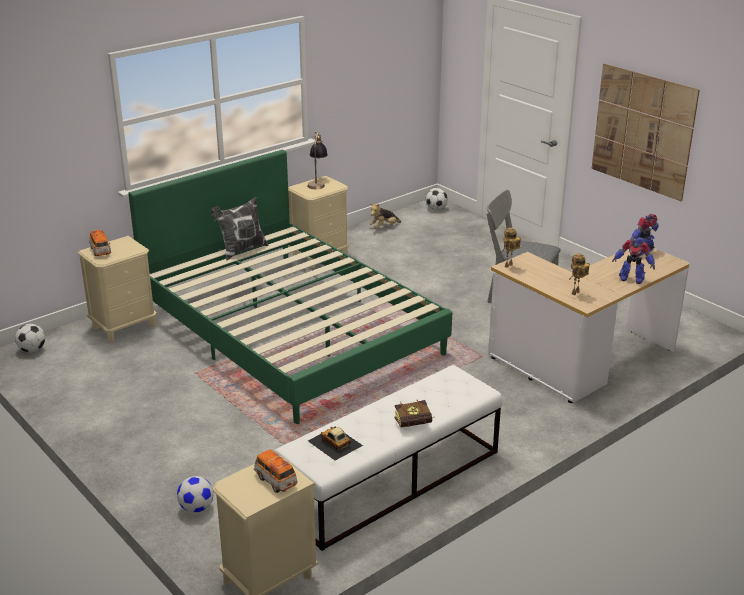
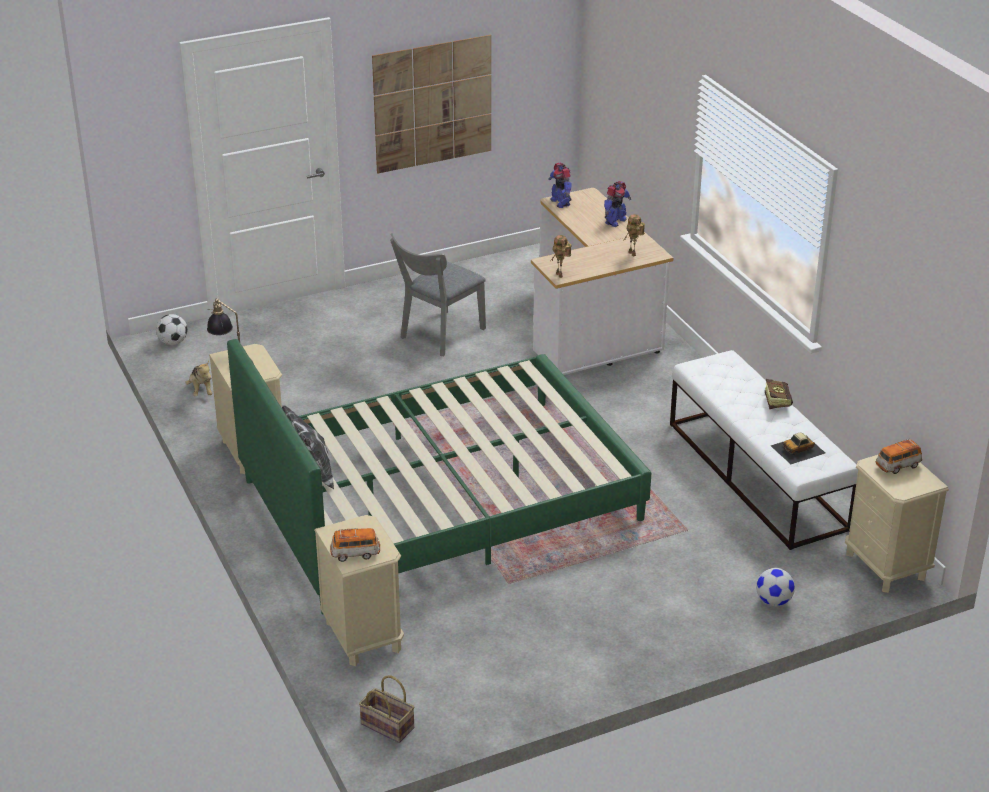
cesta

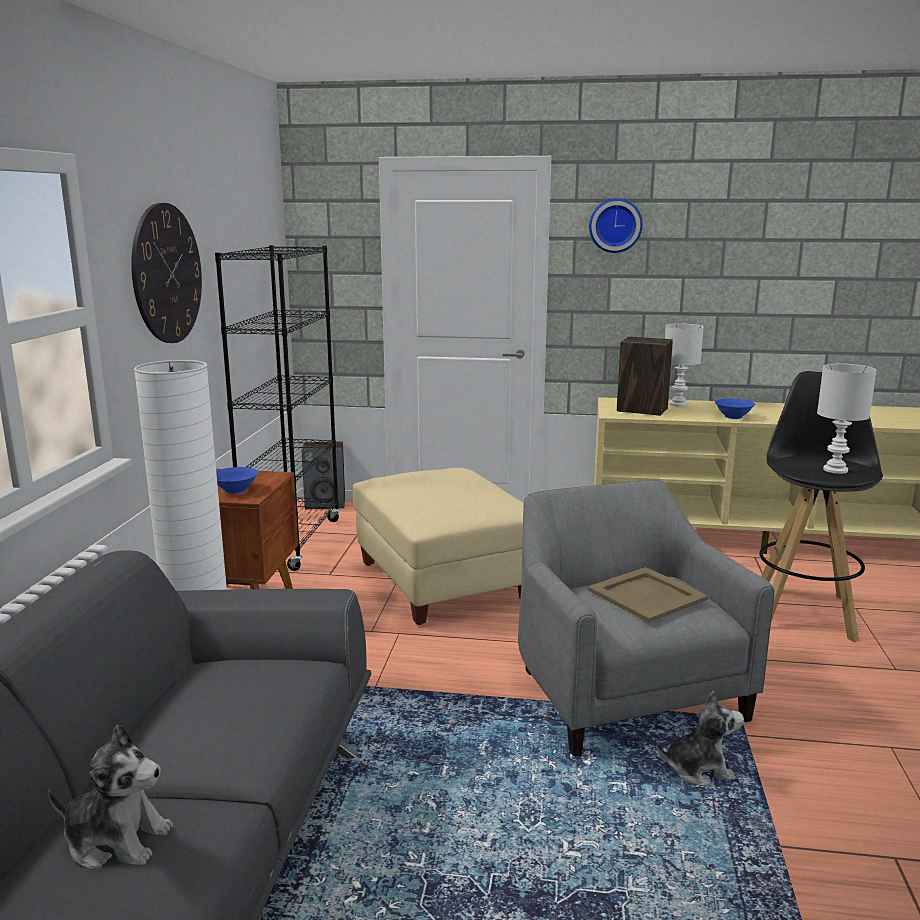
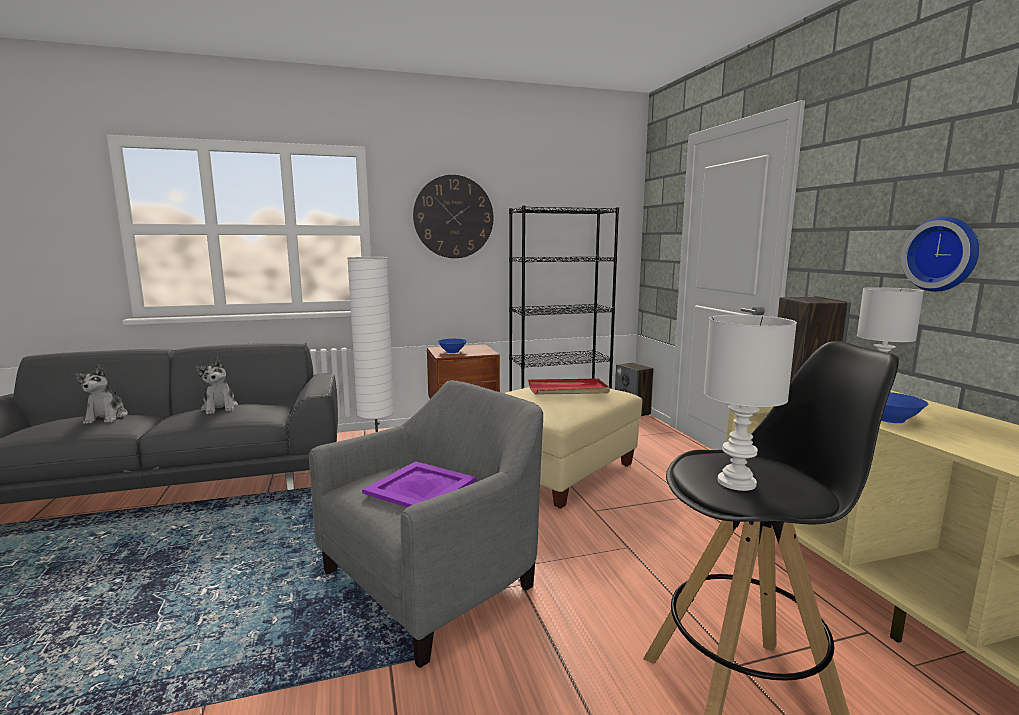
peluche (no. 2 from left)
bandeja (morado)
bandeja (rojo)
reloj de pared (no. 2 from left)

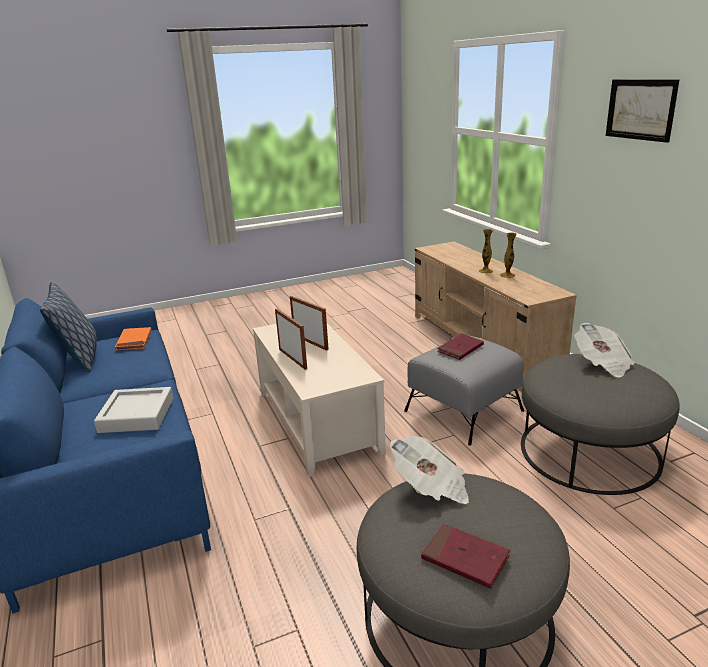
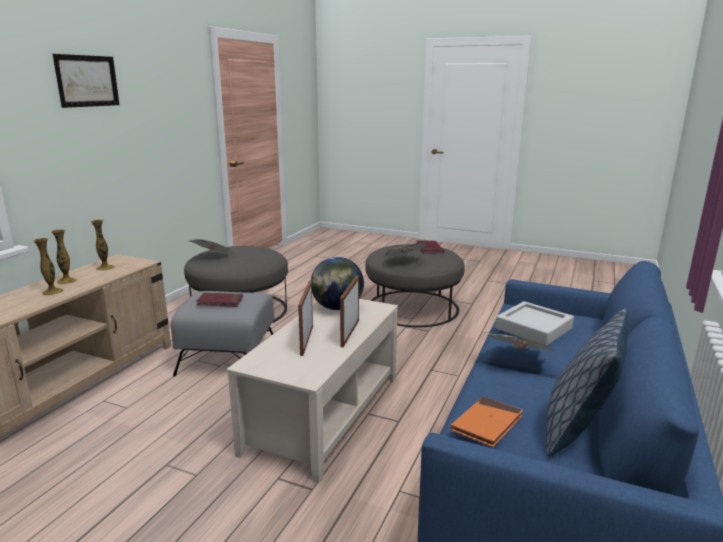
florero (no. 3 from left)
globo terráqueo
periódico (no. 3 from left)

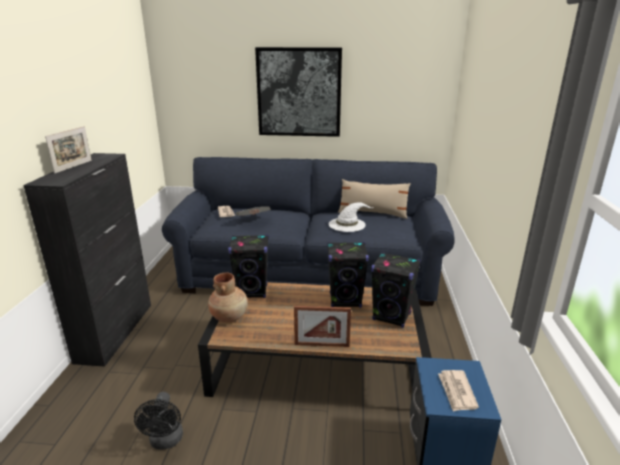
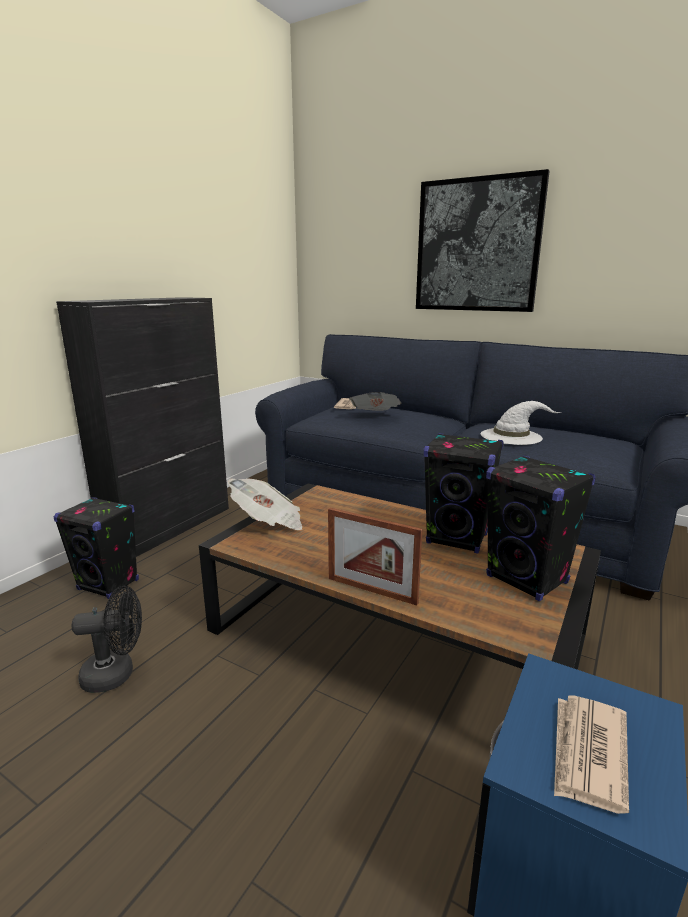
altavoz (negro) (no. 1 from left)
ventilador (negro)
periódico (no. 1 from left)
portarretratos (no. 1 from left in the first image)
cojín (beis)

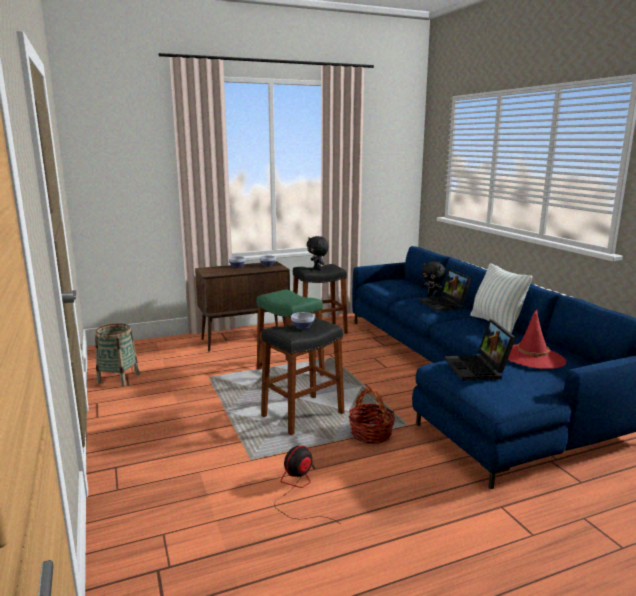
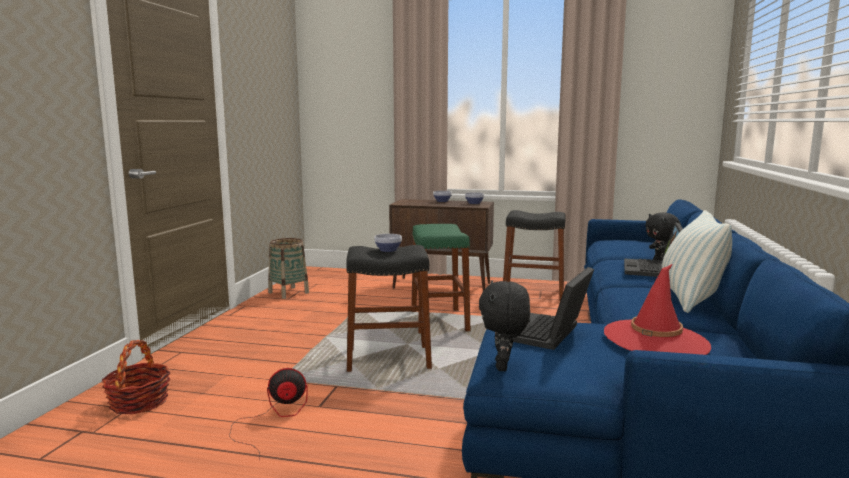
cesta (no. 1 from left)
peluche (negro) (no. 1 from left)

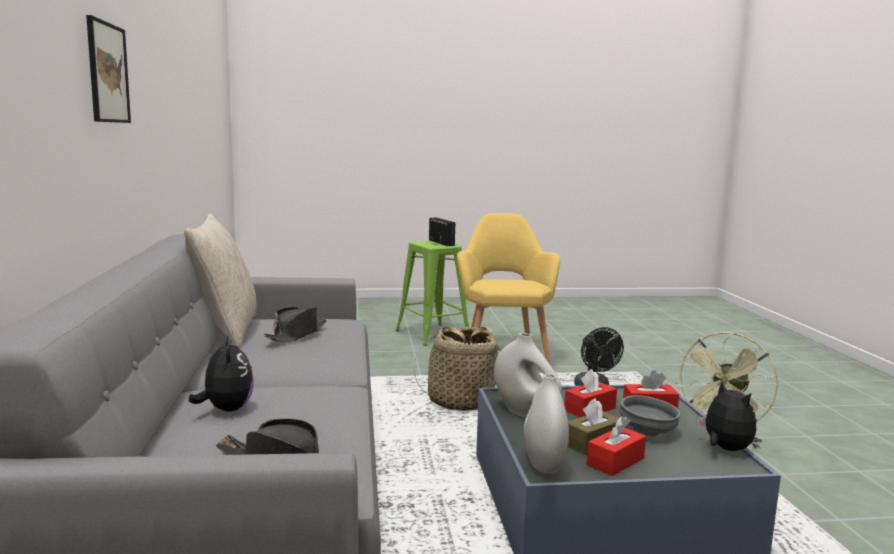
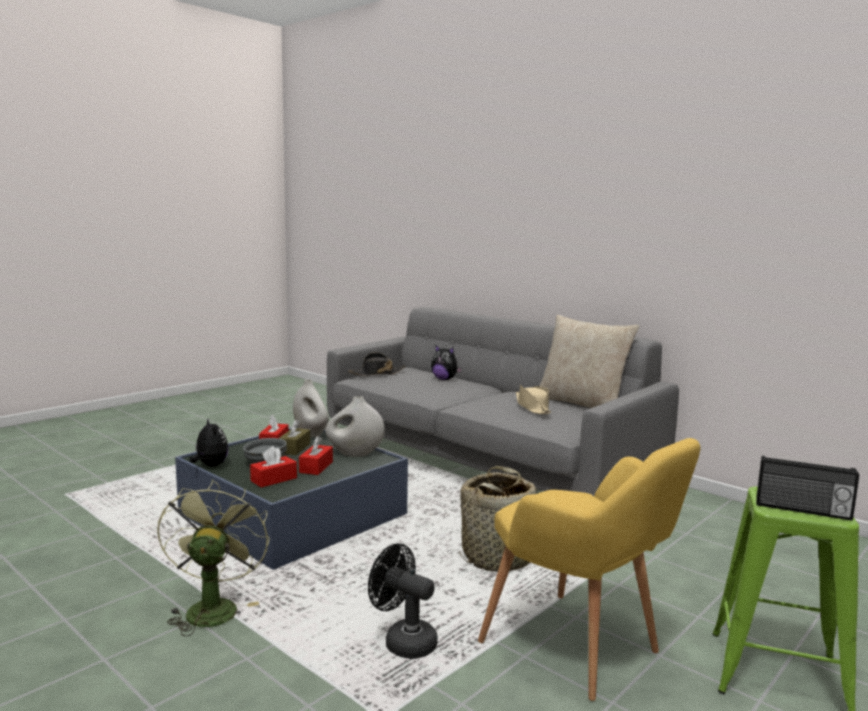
peluche (no. 1 from left)
sombrero (beis)
cuadro

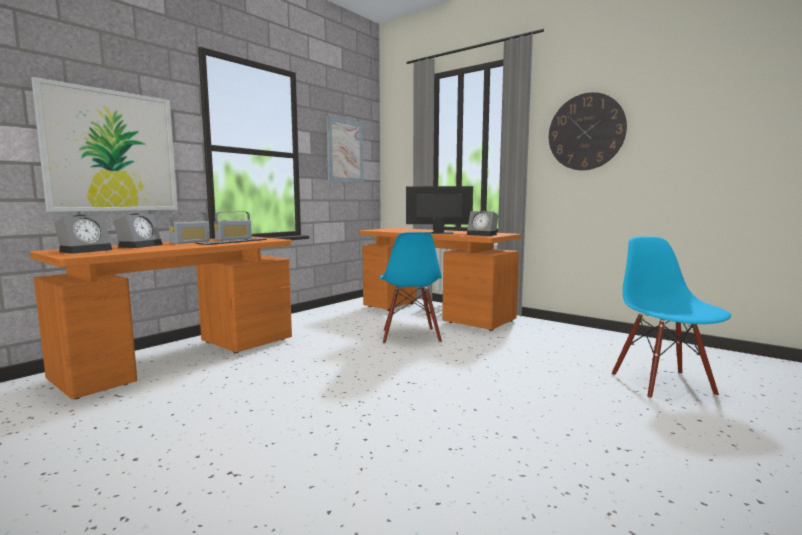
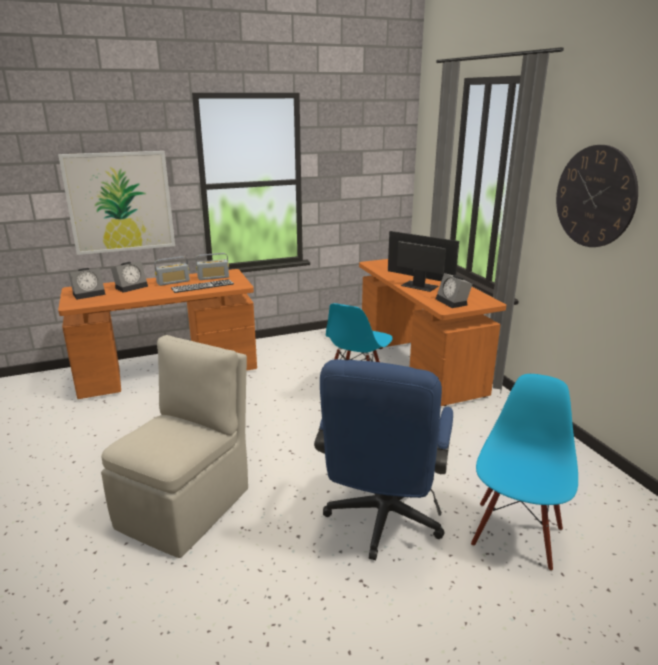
silla (beis)
silla de oficina (azul)
cuadro (no. 2 from left in the first image)

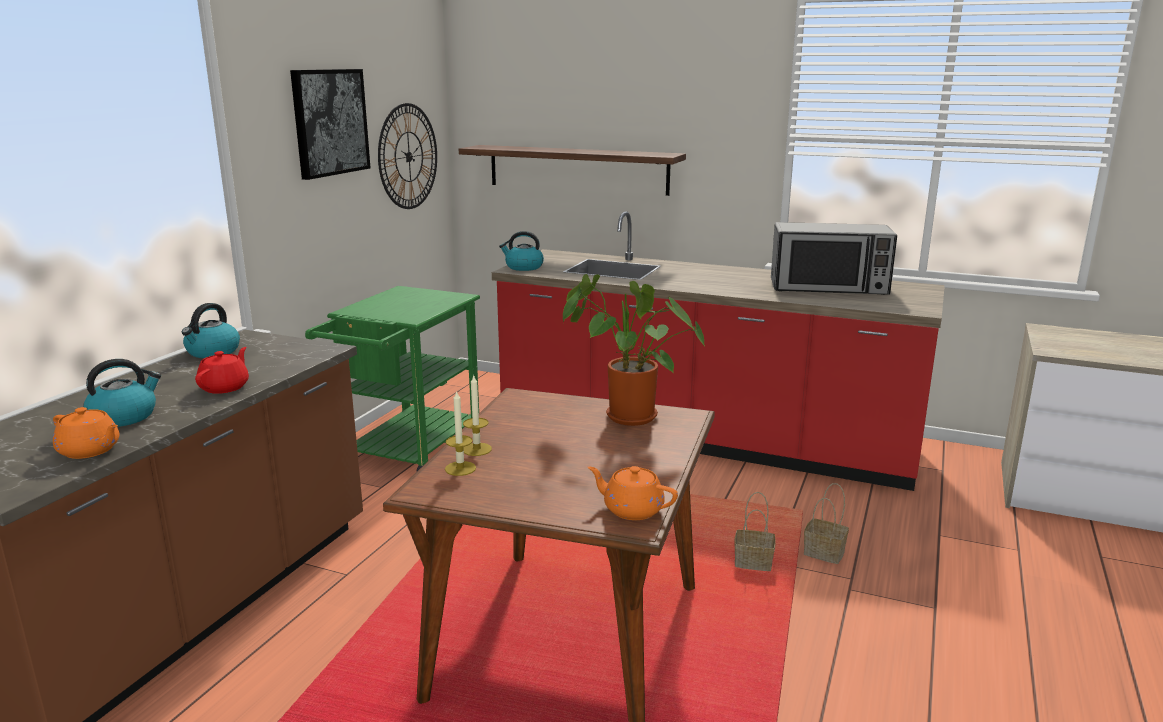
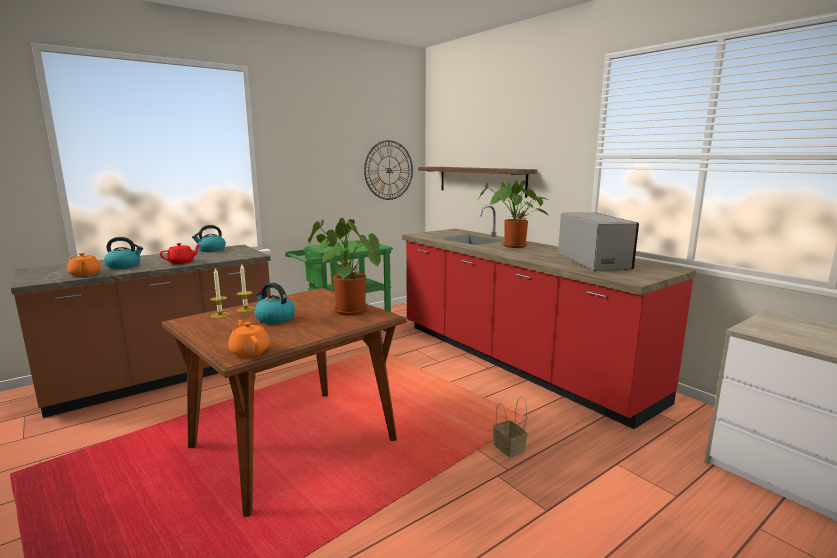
hervidor (no. 3 from left)
planta en maceta (no. 2 from left)
microondas
cuadro
cesta (no. 1 from left in the first image)

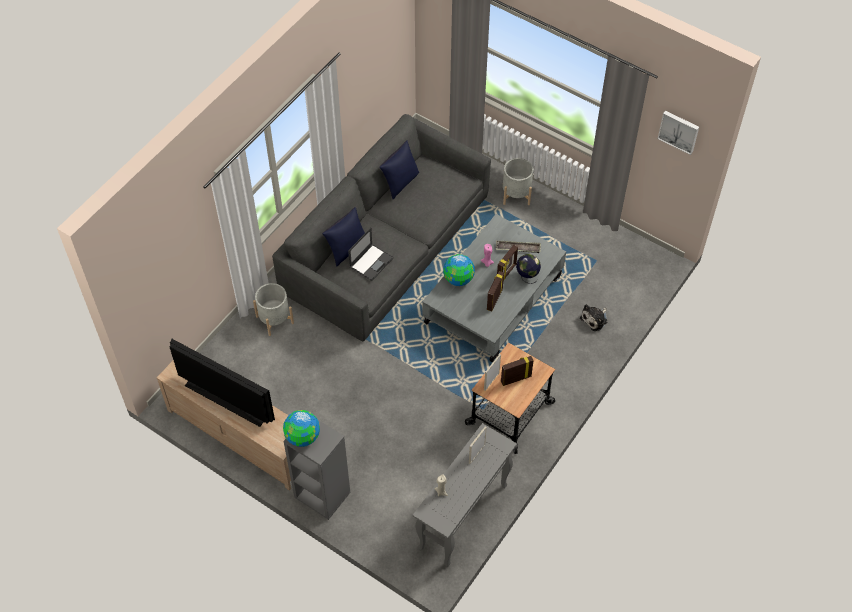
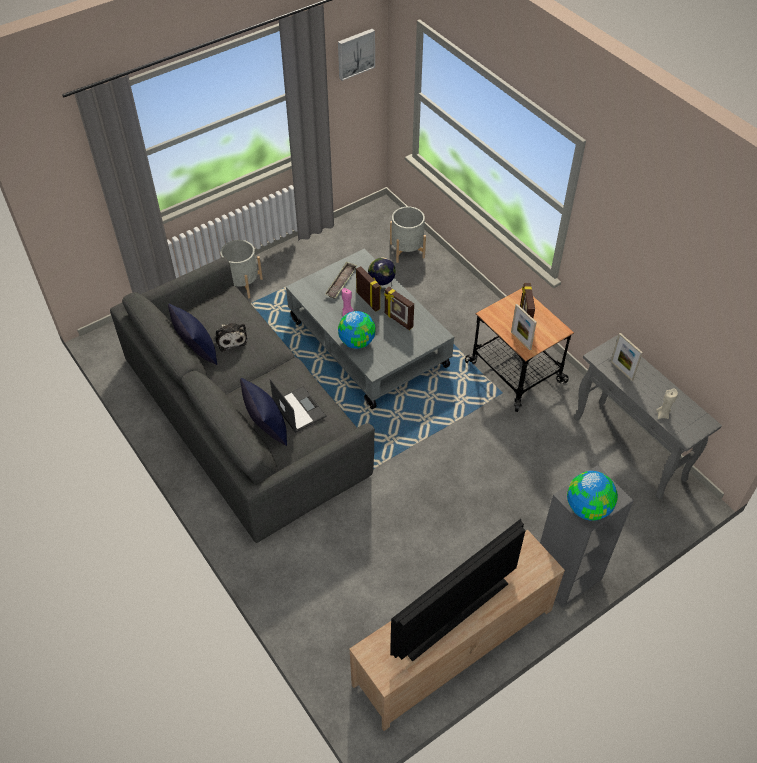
peluche
maceta (gris) (no. 2 from left)

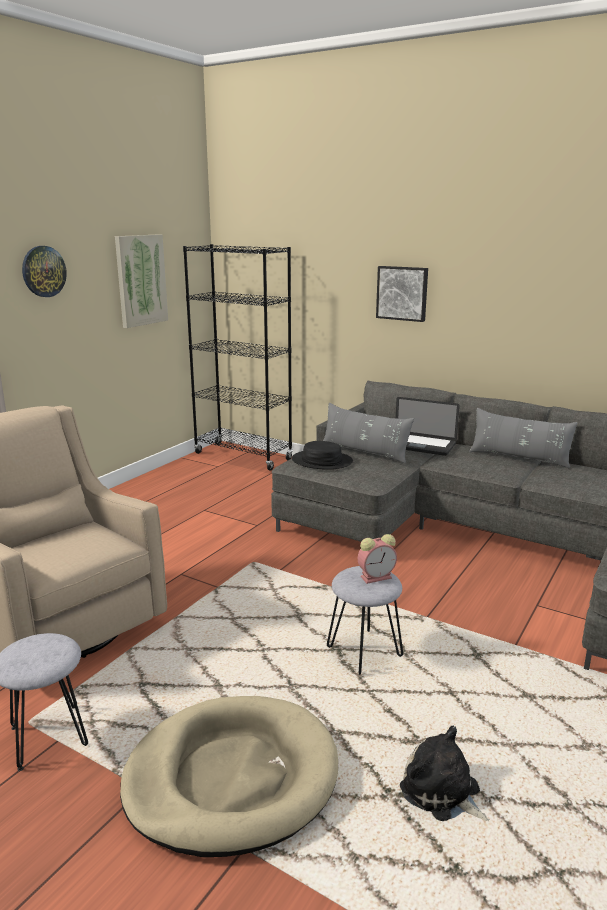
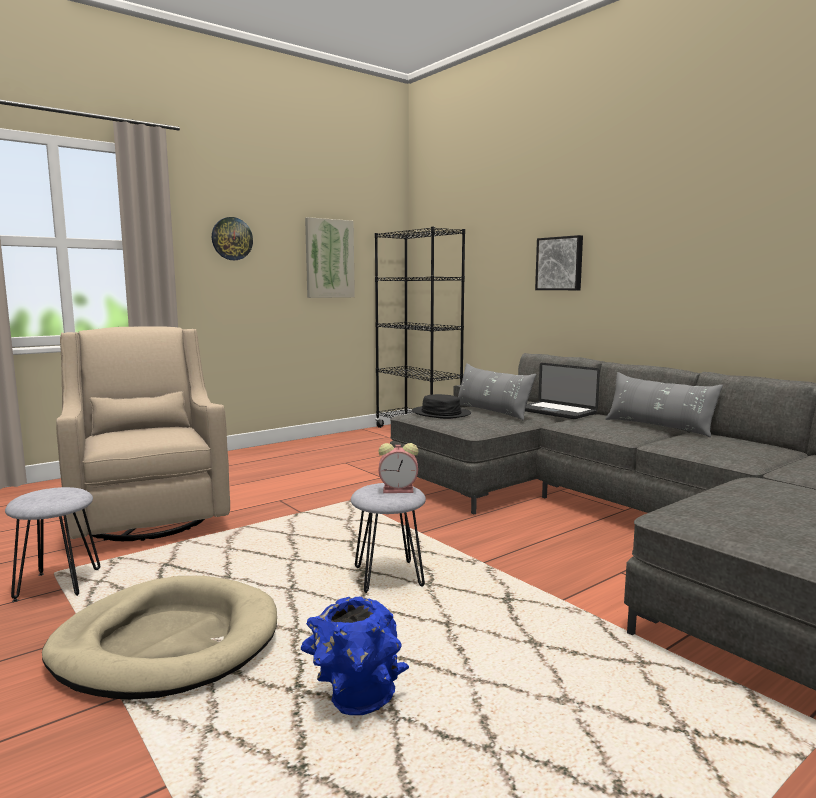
florero (azul)

